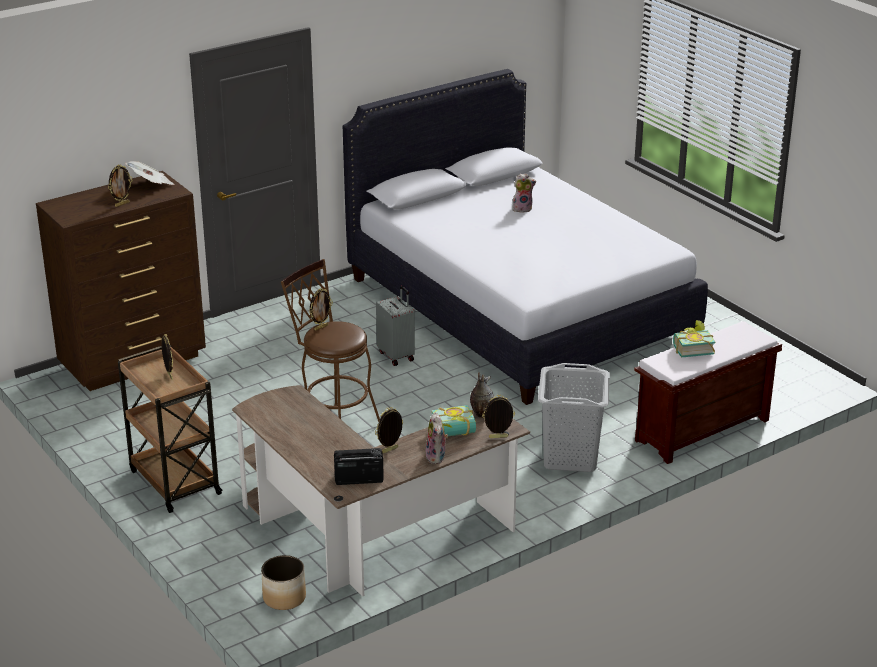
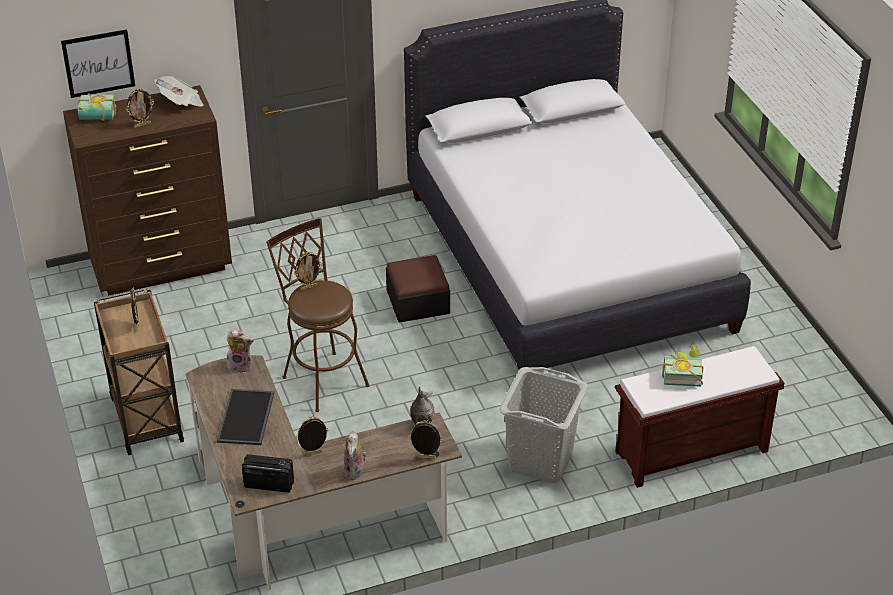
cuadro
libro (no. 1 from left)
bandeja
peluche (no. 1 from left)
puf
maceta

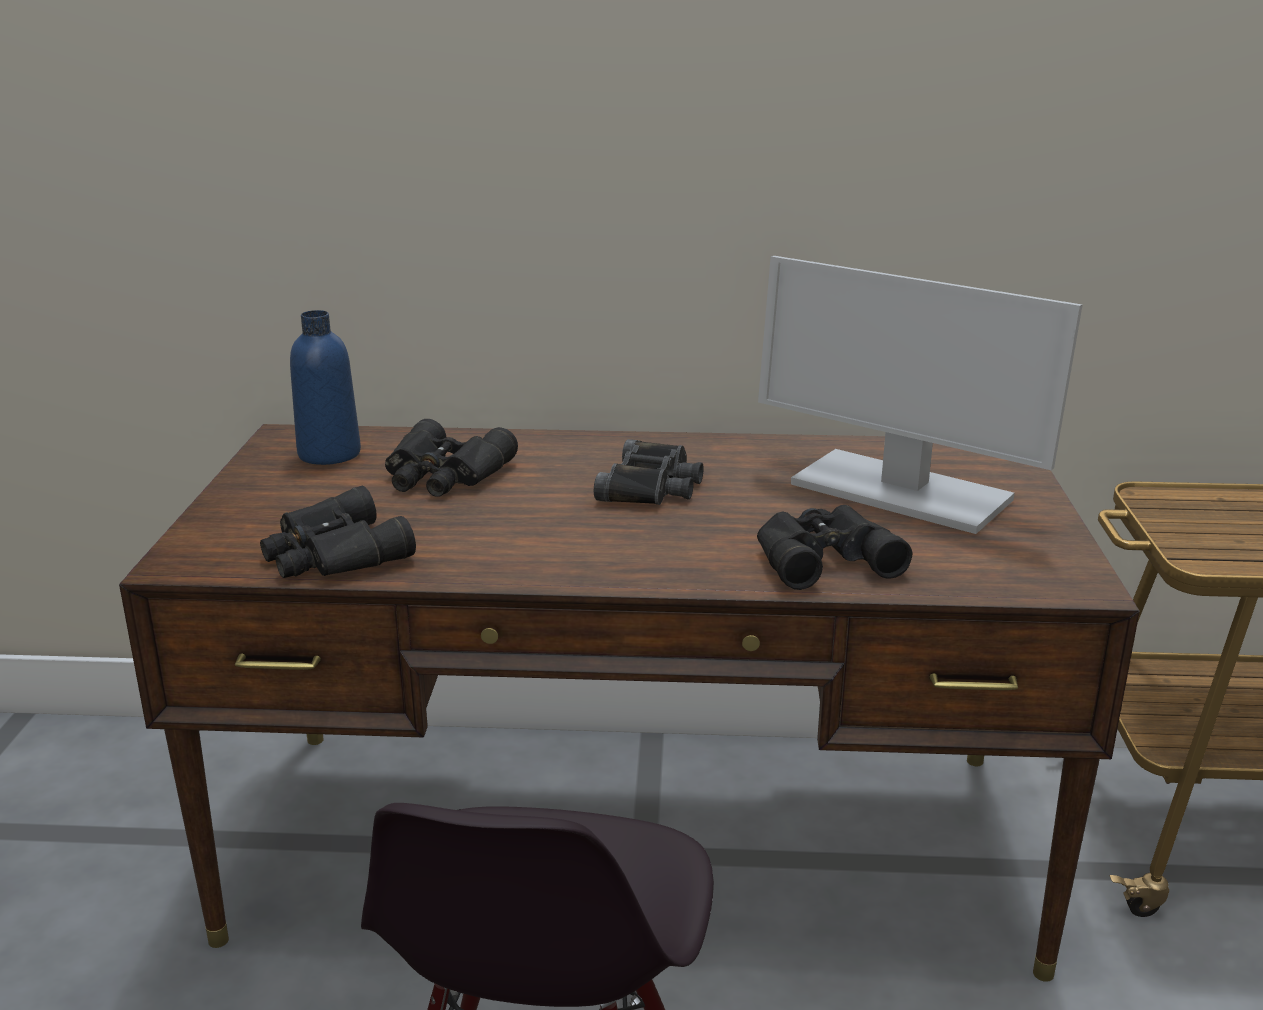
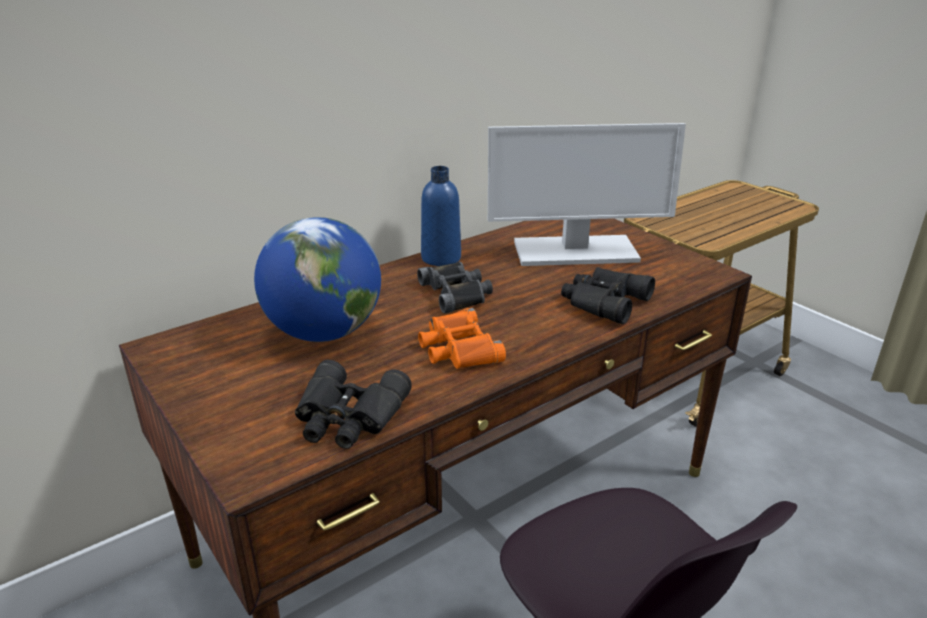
globo terráqueo
prismáticos (naranja)
botella (azul)

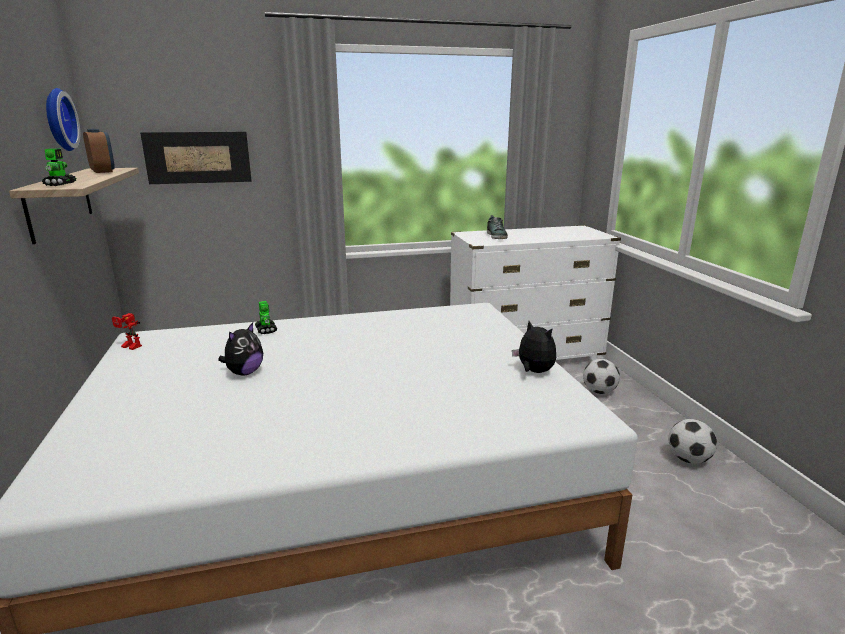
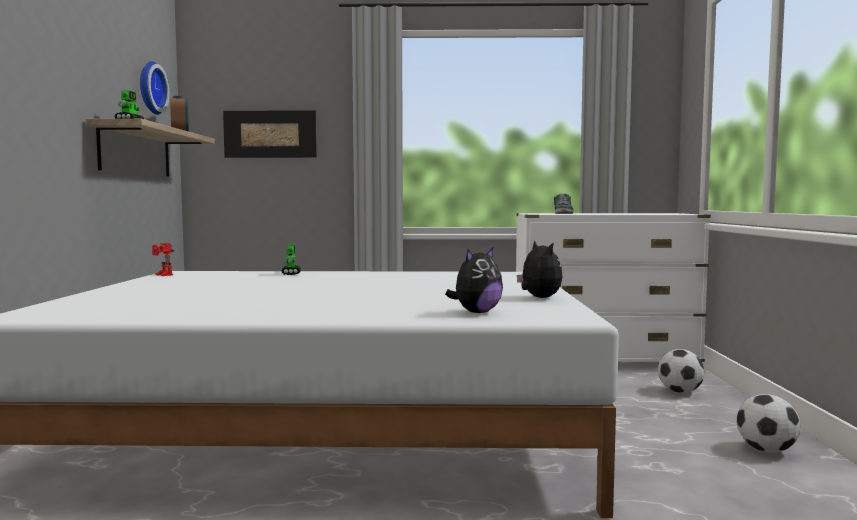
peluche (no. 1 from left)

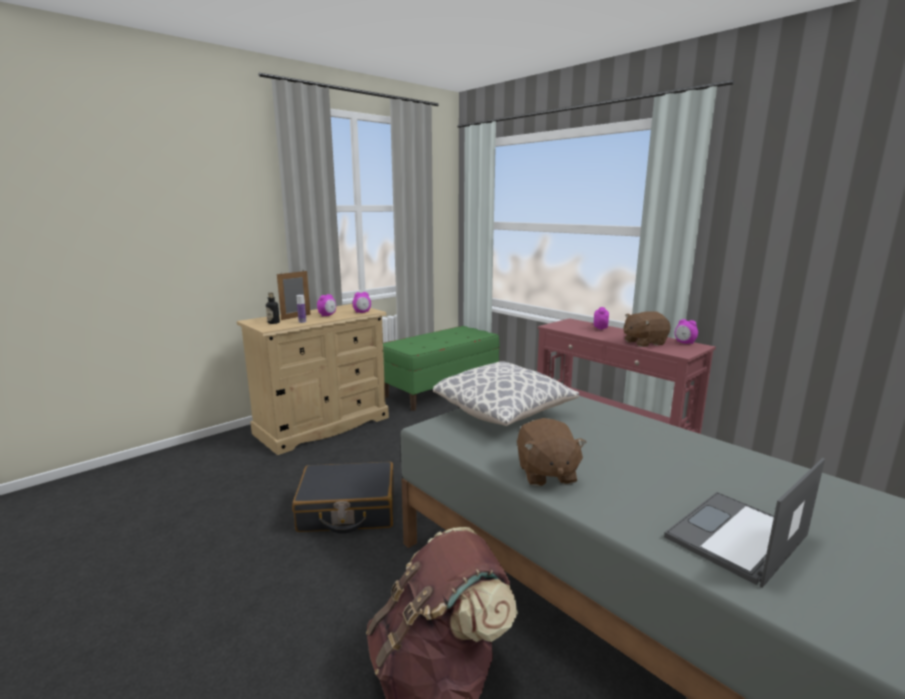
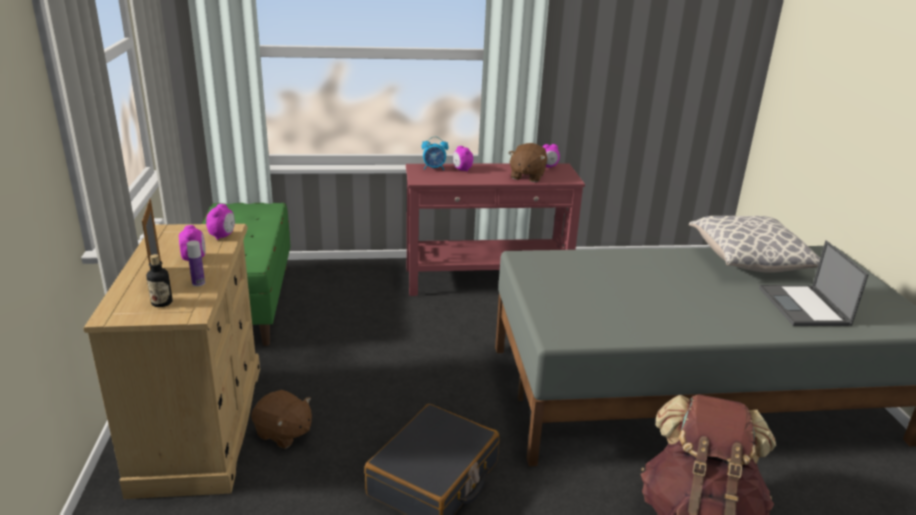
peluche (marrón) (no. 1 from left)
despertador (no. 3 from left)
cojín

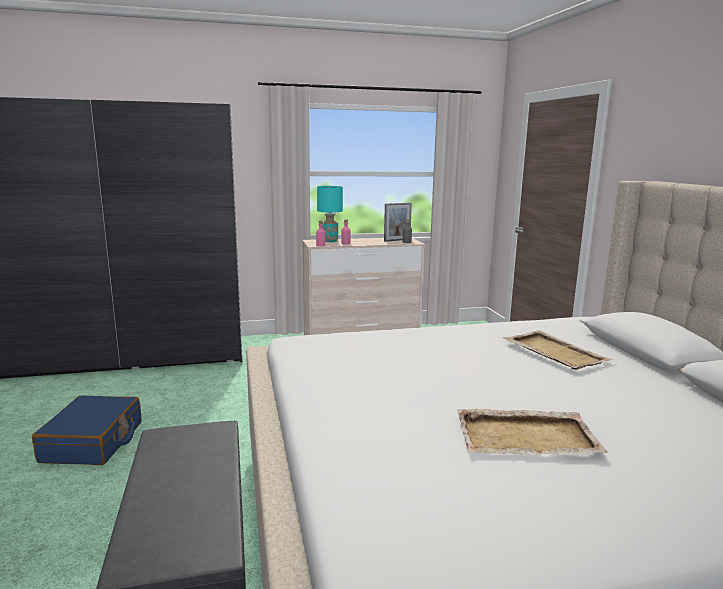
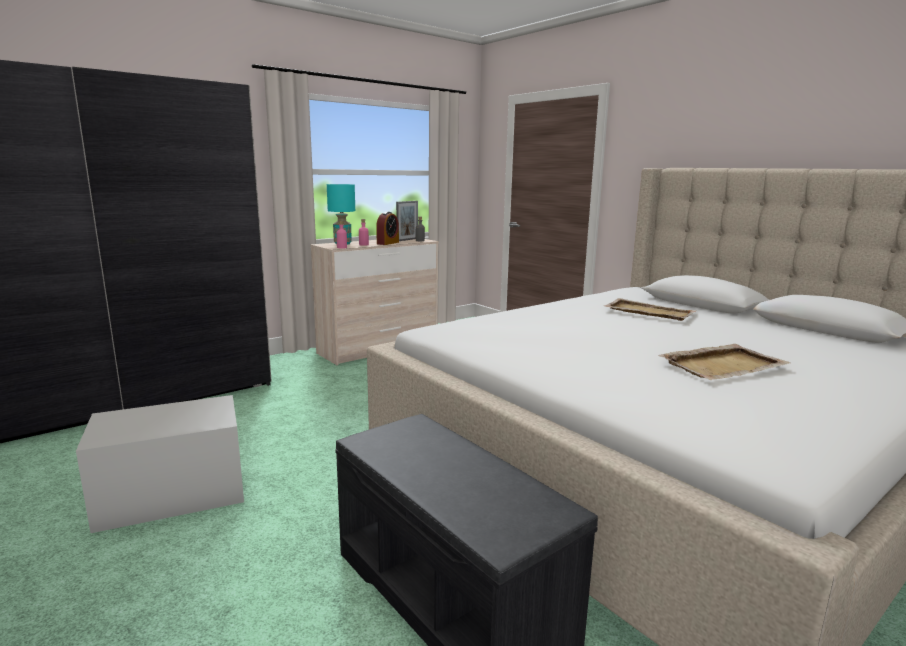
caja de almacenaje (blanco)
despertador

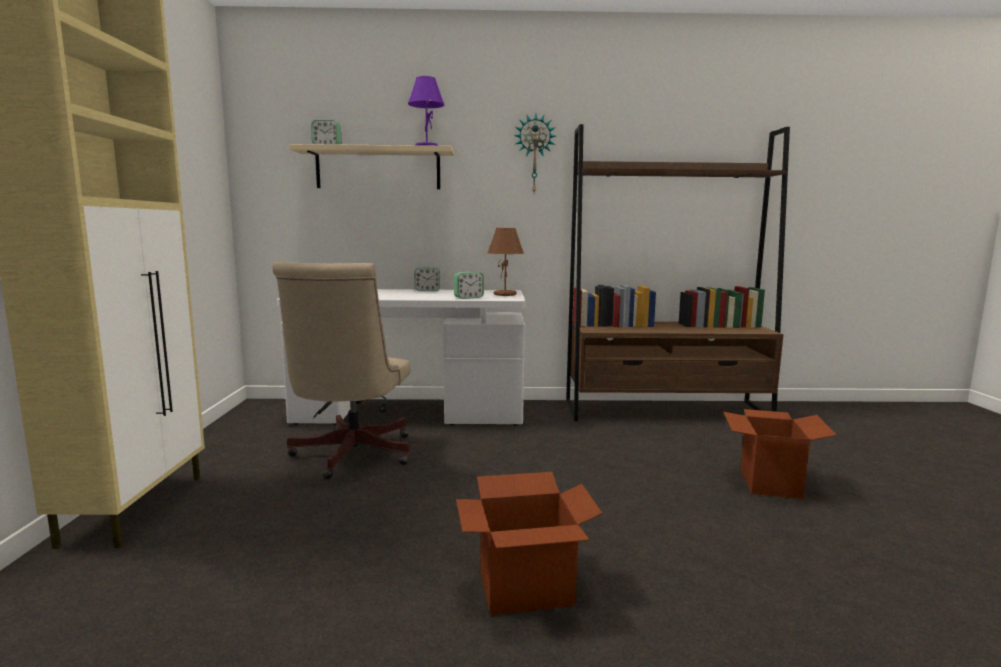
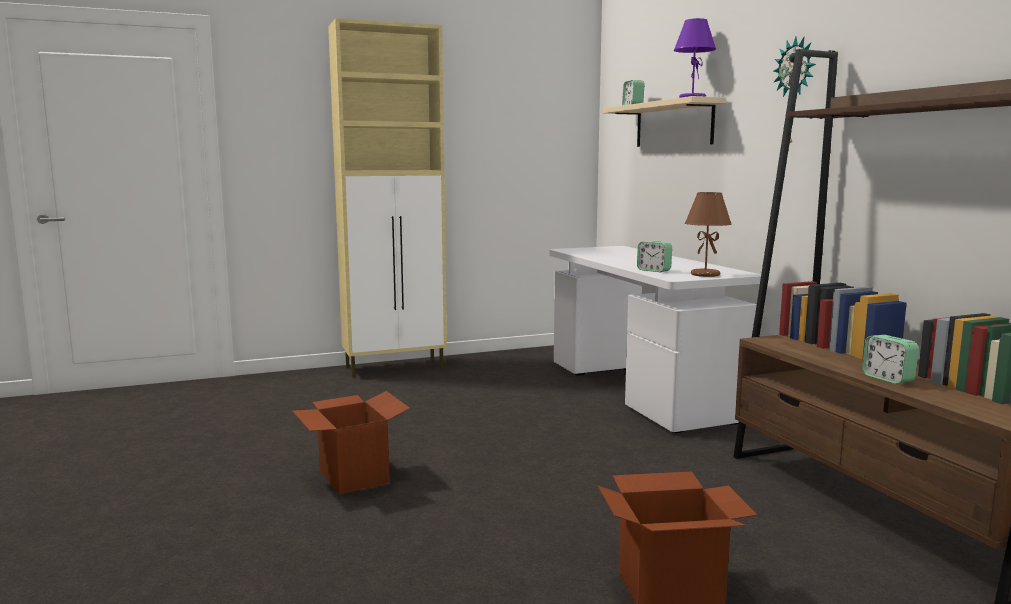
despertador (no. 3 from left)
silla de oficina (beis)

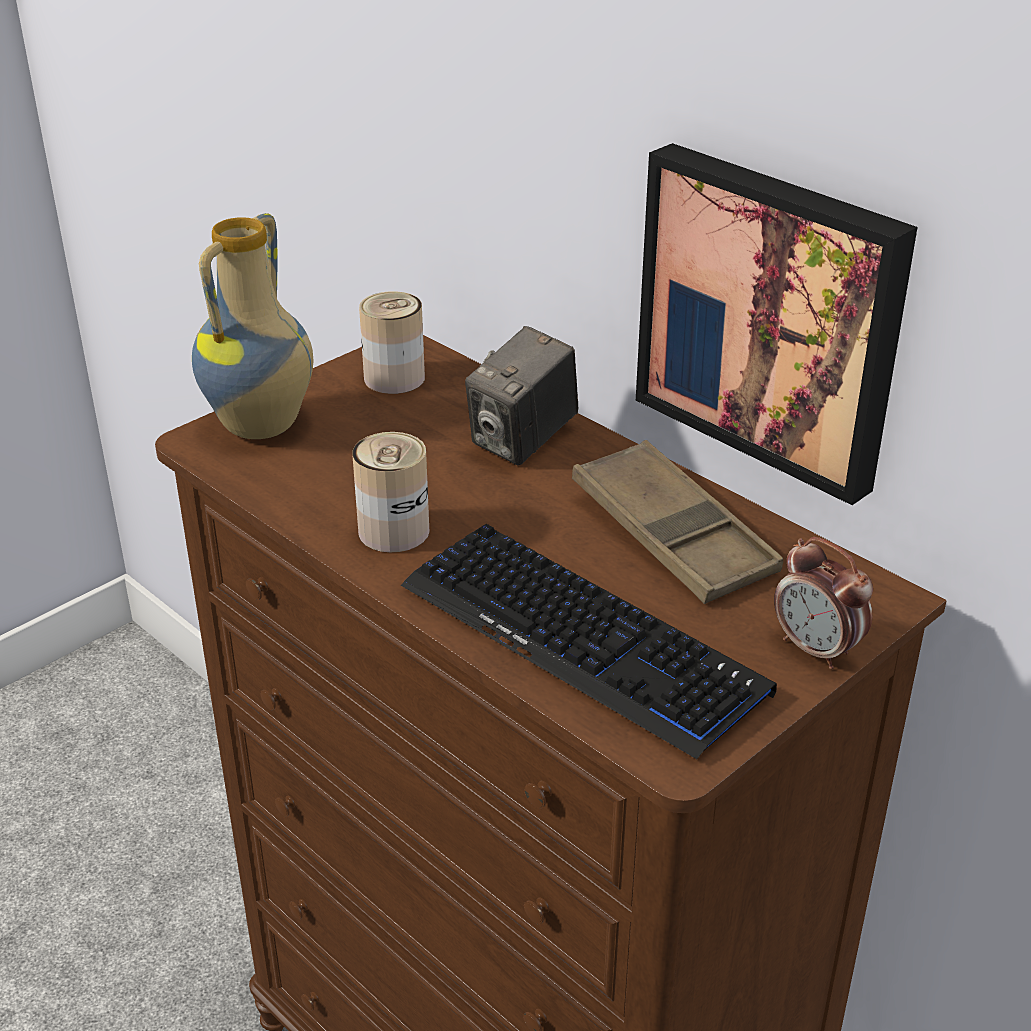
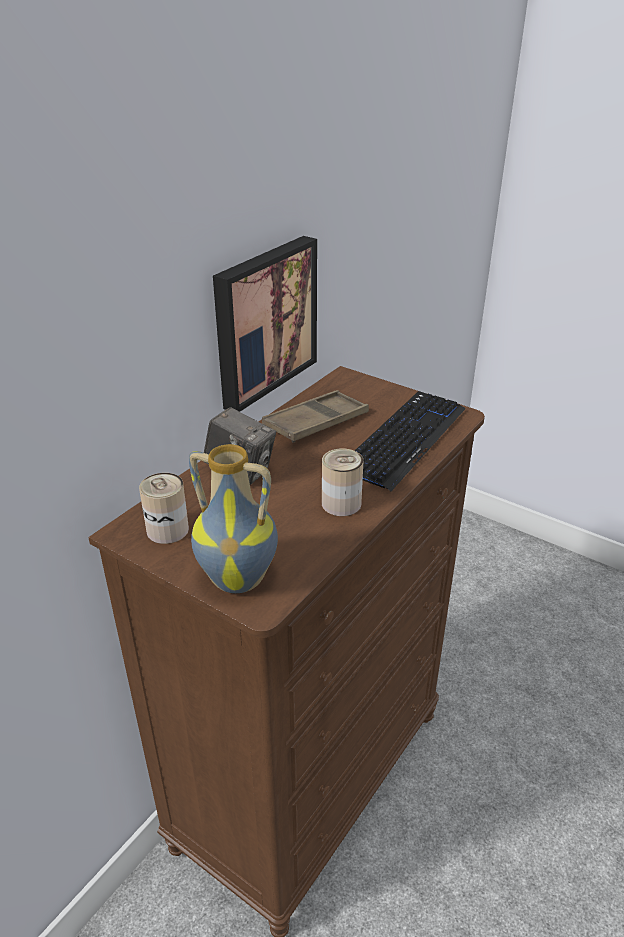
despertador

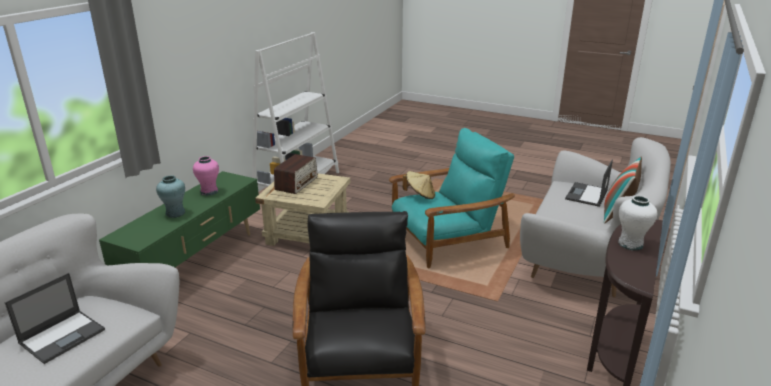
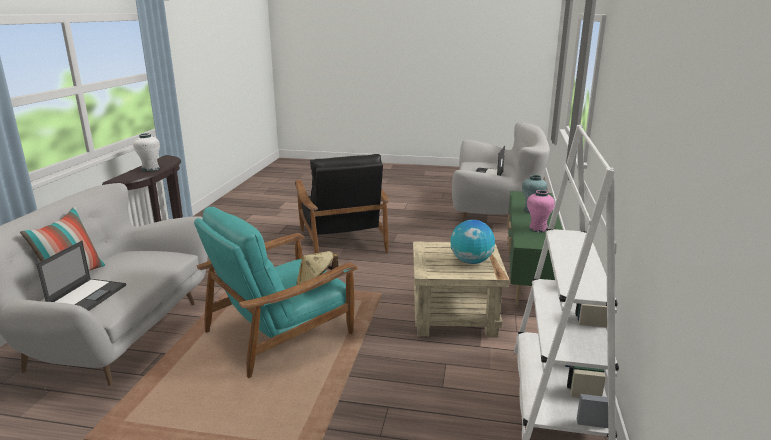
globo terráqueo

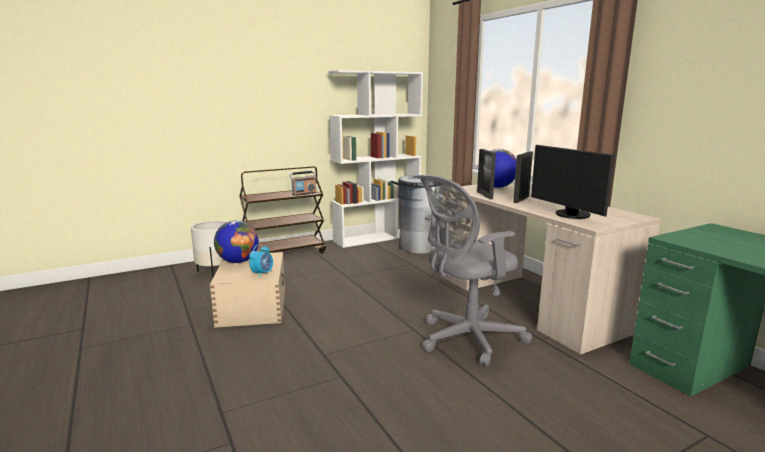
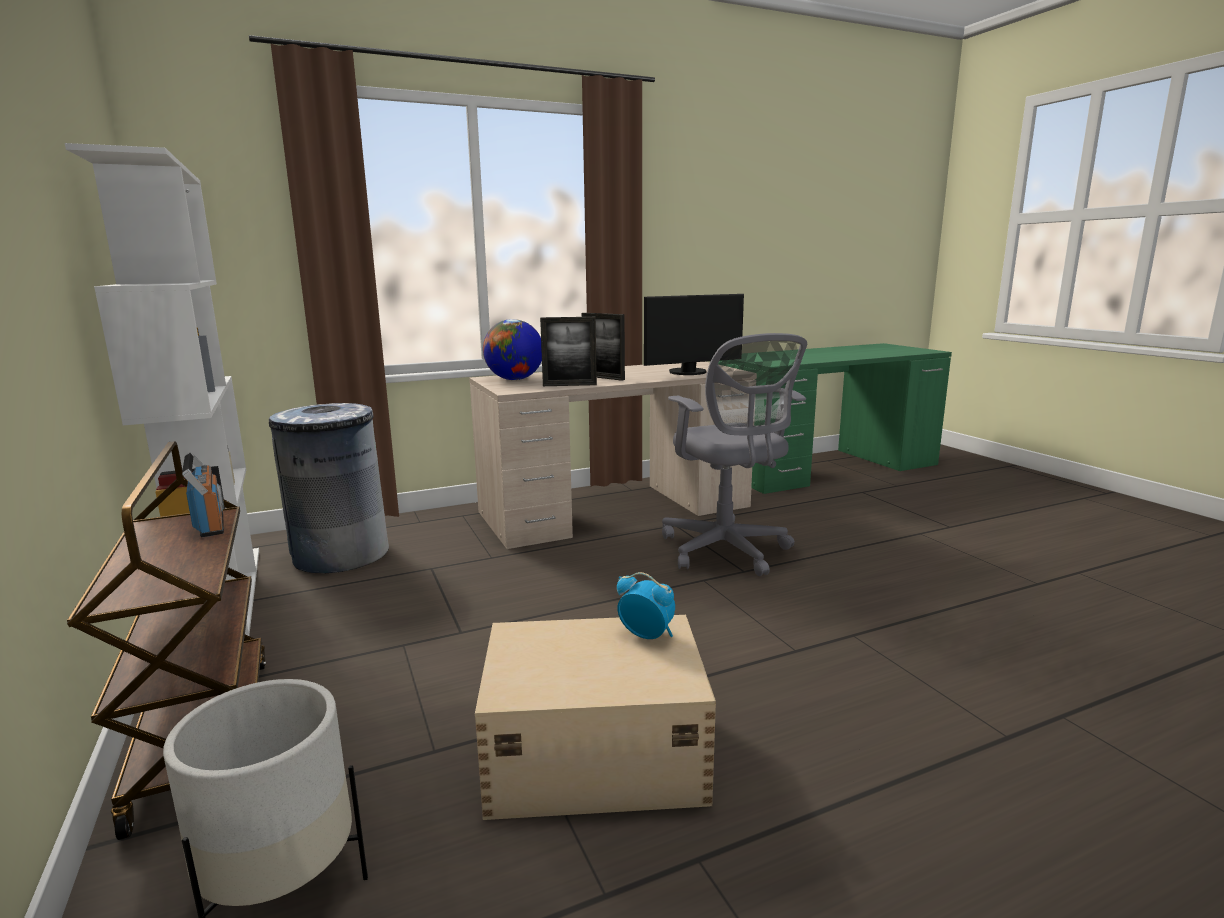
globo terráqueo (no. 1 from left in the first image)

